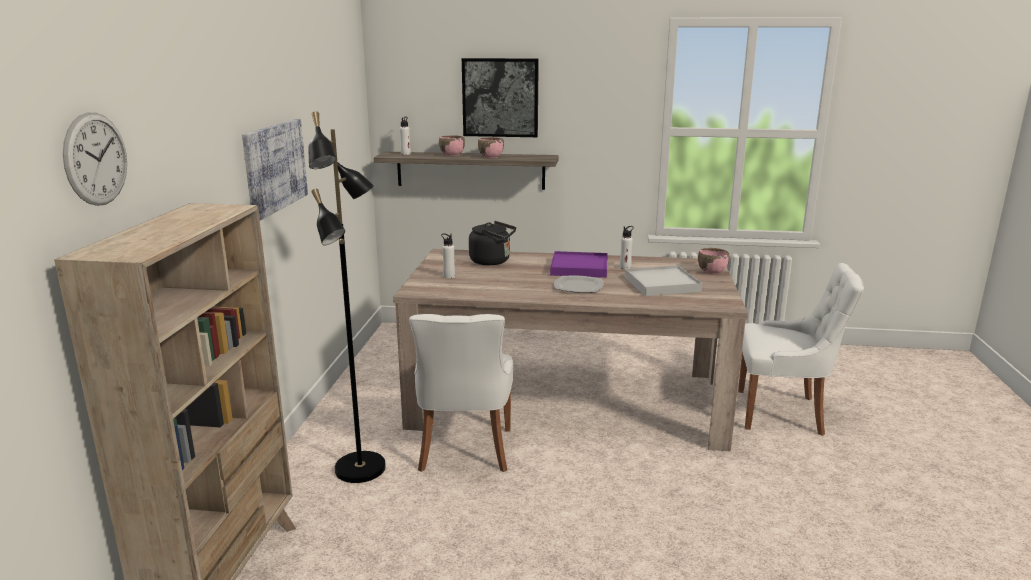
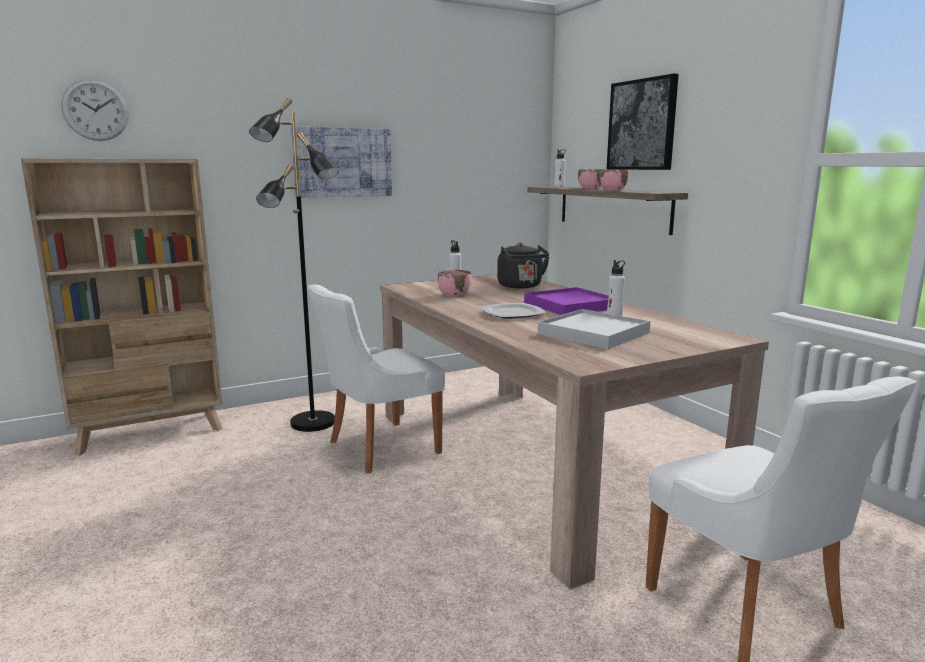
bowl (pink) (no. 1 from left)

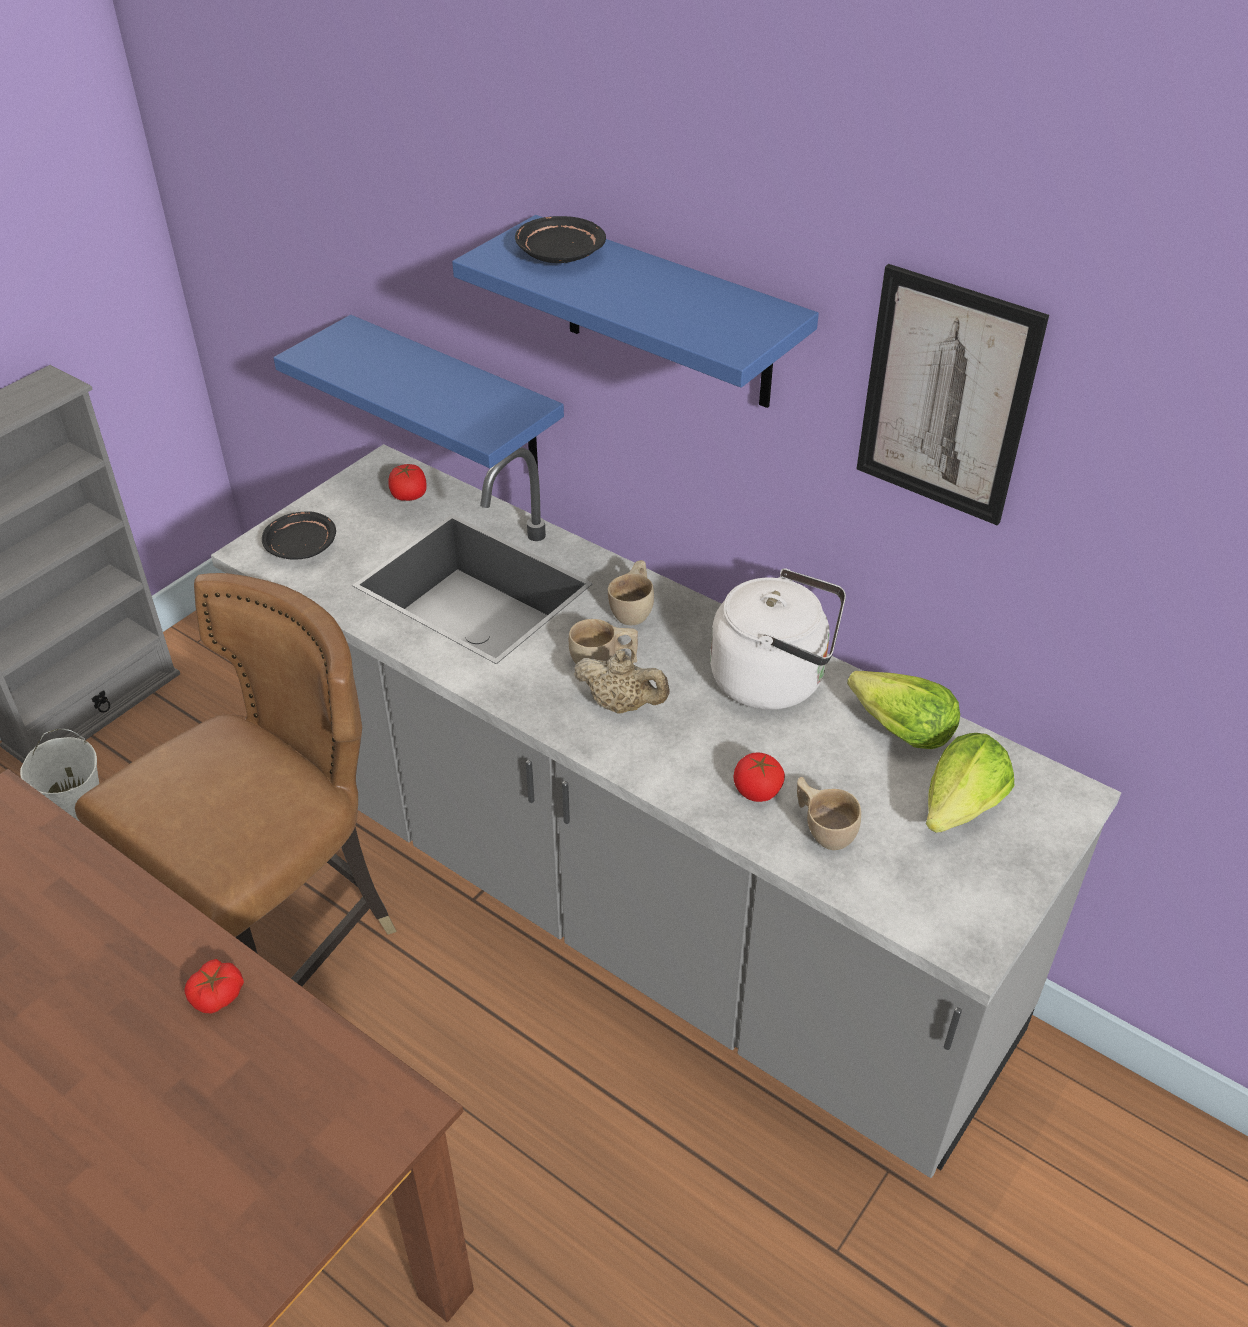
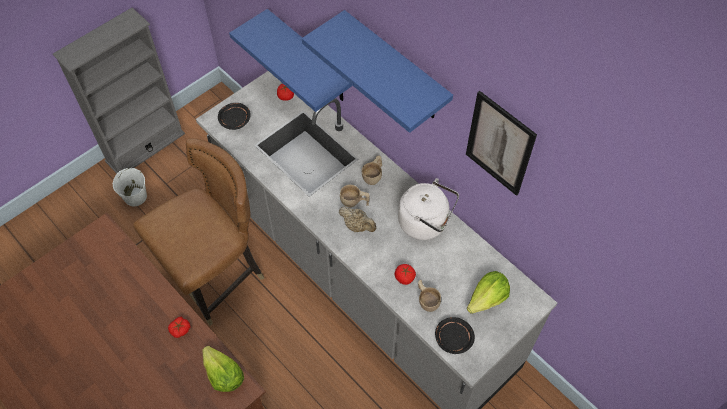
plate (black) (no. 2 from left)
lettuce (no. 1 from left)

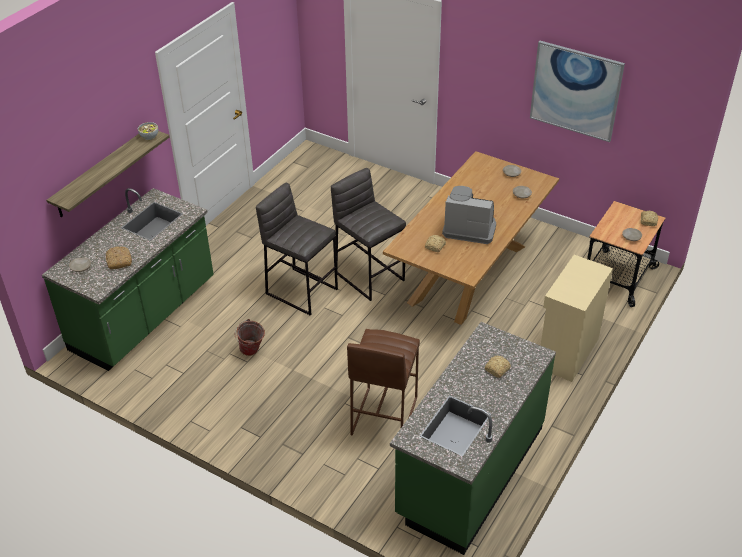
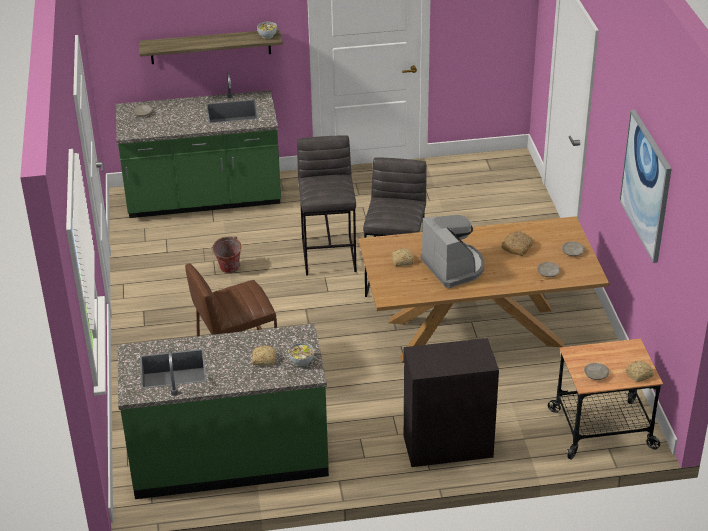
bread (no. 3 from left)
cabinet (black)
bowl (no. 2 from left)

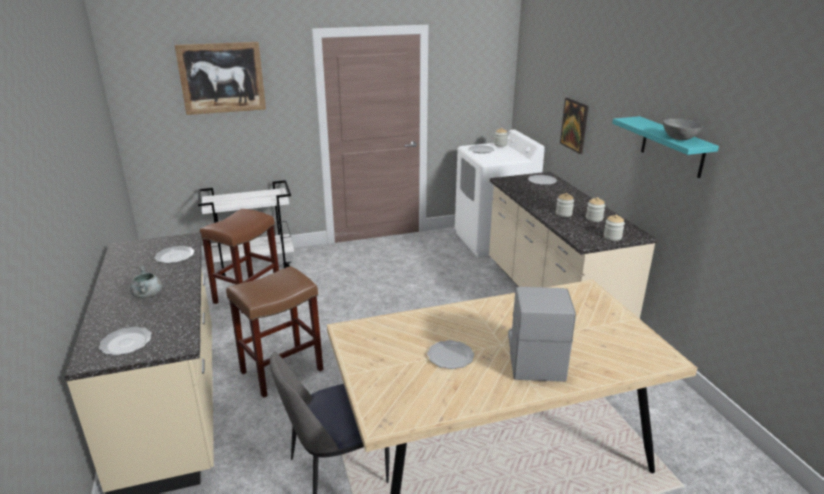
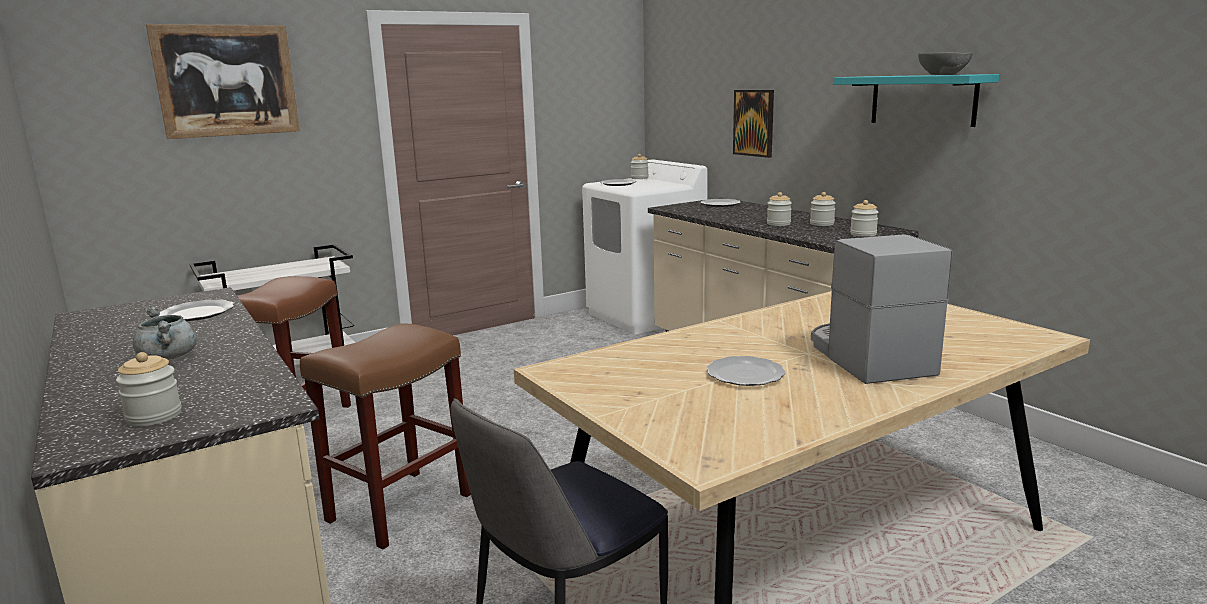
jar (no. 1 from left)

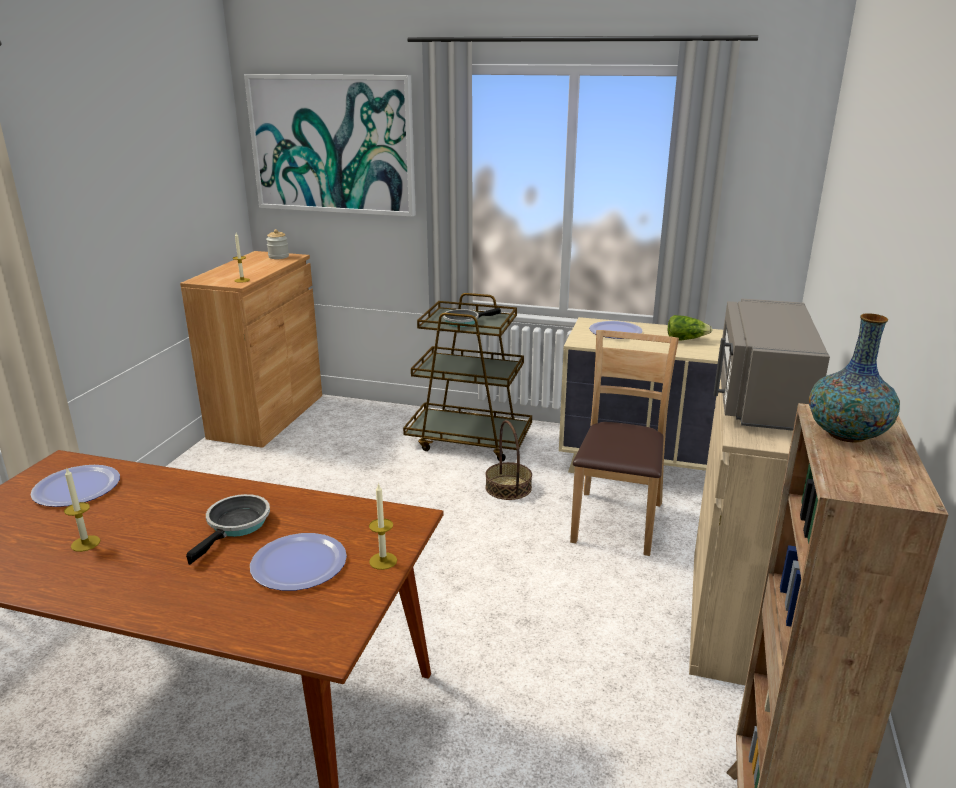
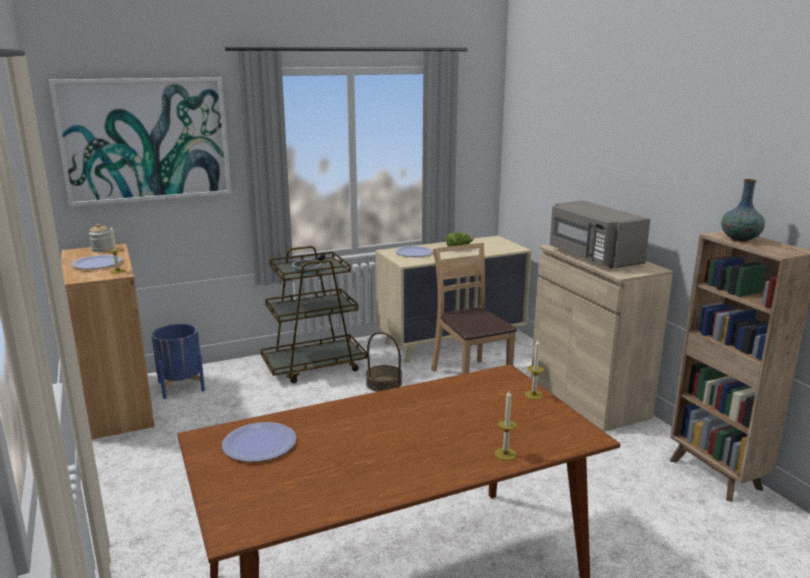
candle (no. 2 from left)
frying pan (no. 1 from left in the first image)
plate (no. 1 from left)
planter (blue)

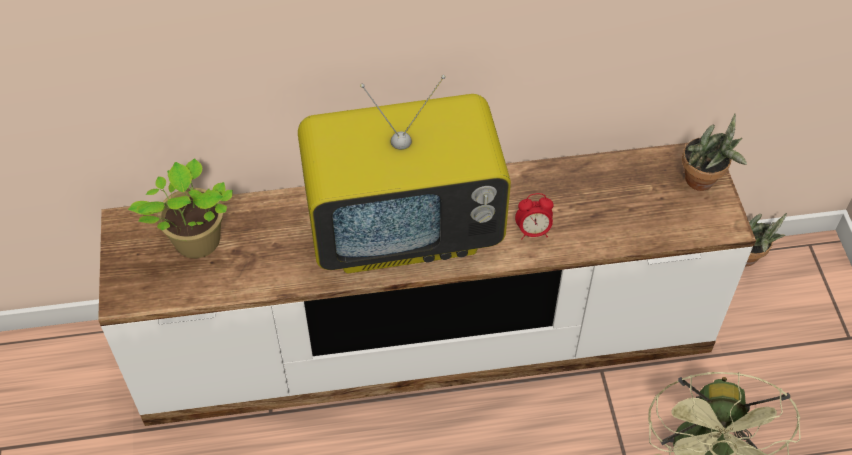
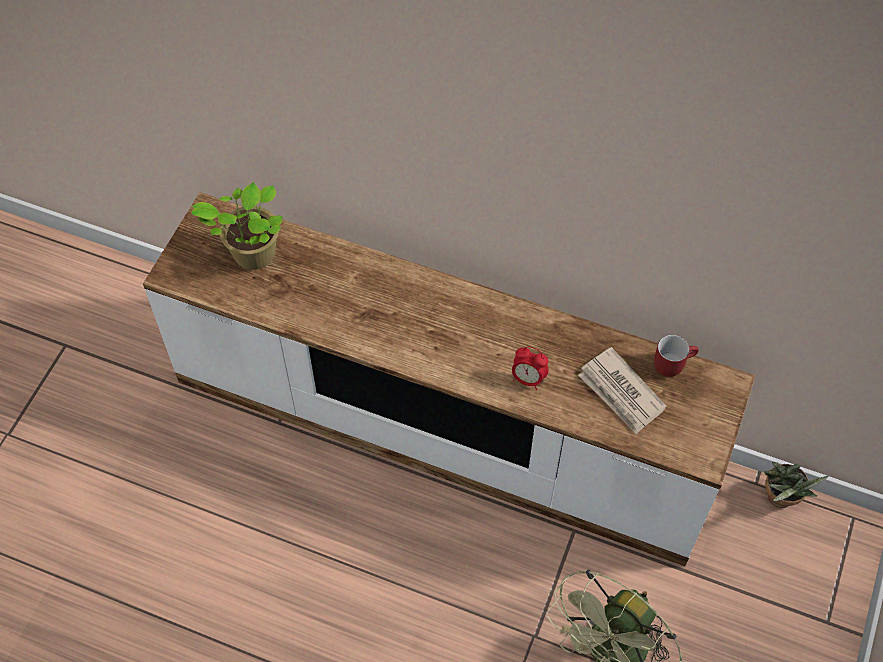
television
potted plant (no. 2 from left in the first image)
newspaper
mug (red)

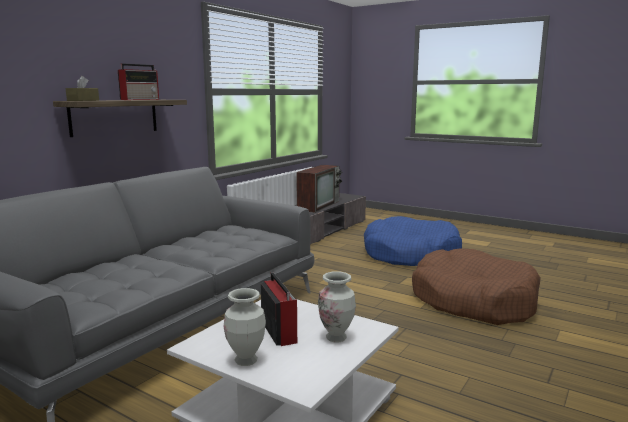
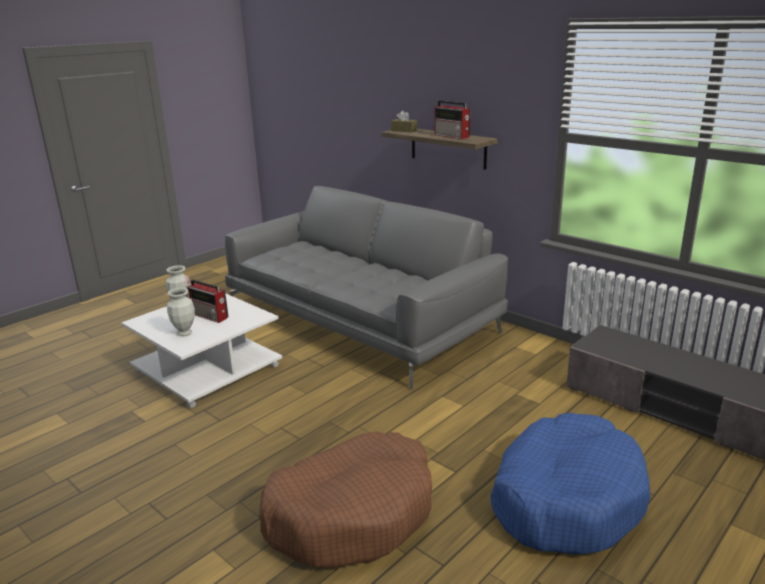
radio (no. 1 from left)
television

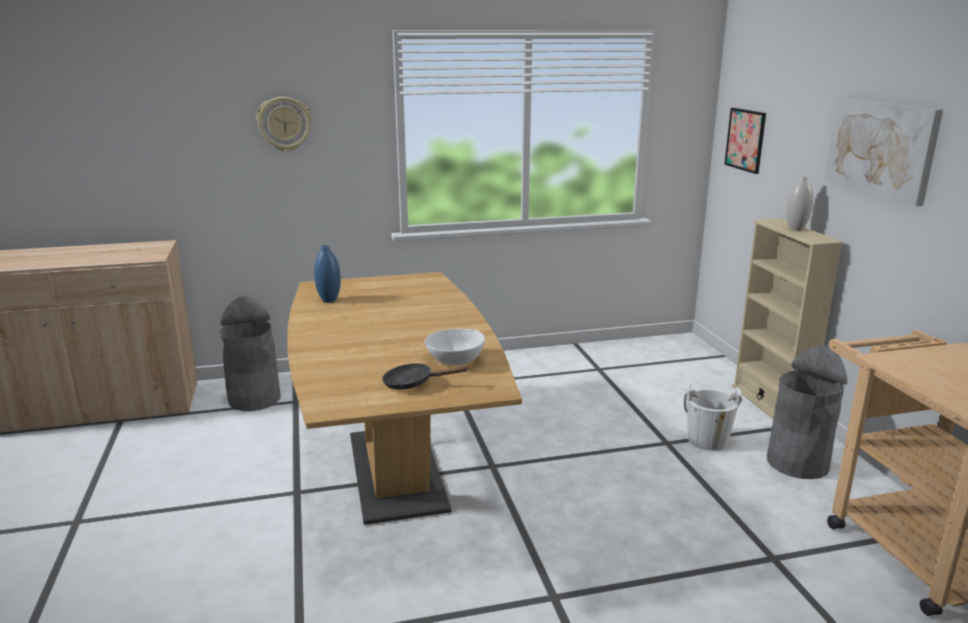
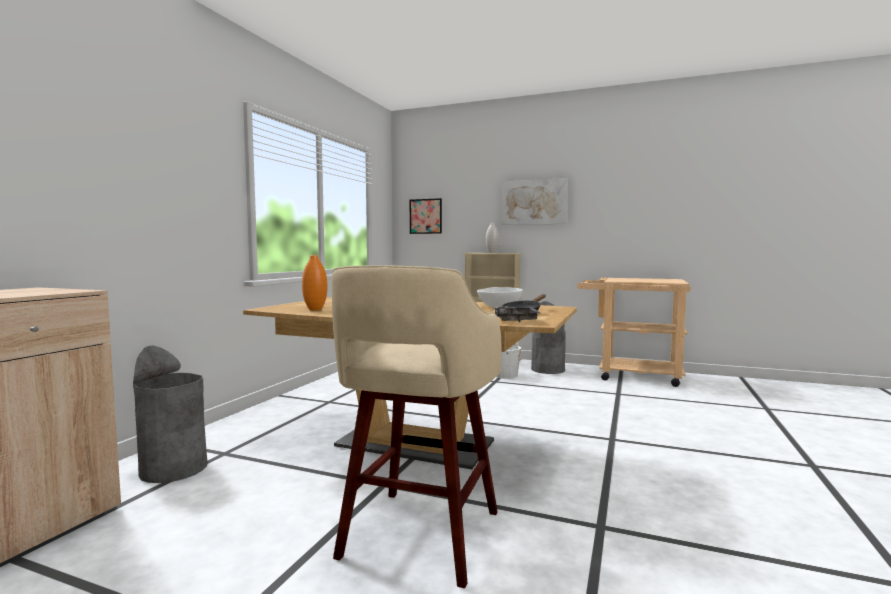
wall clock
vase (orange)
stool (beige)
tray (grey)

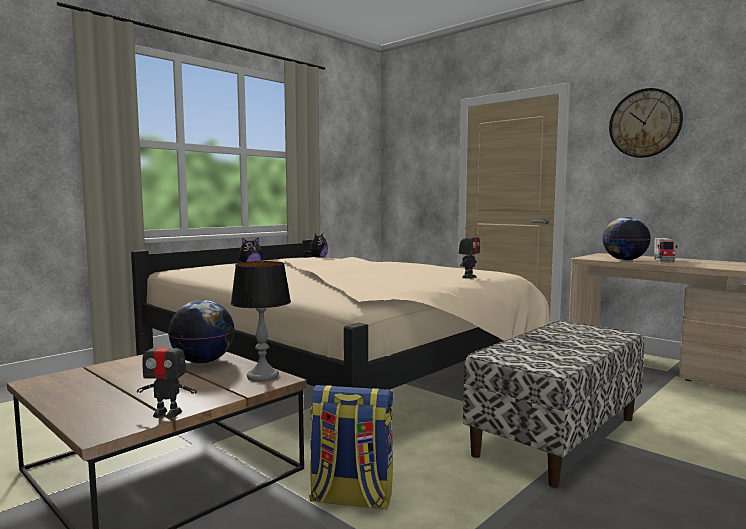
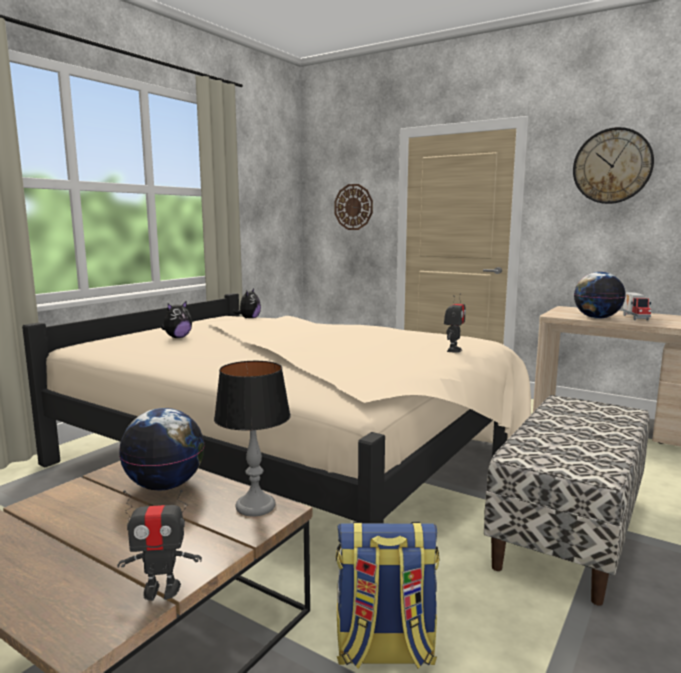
wall clock (no. 1 from left)

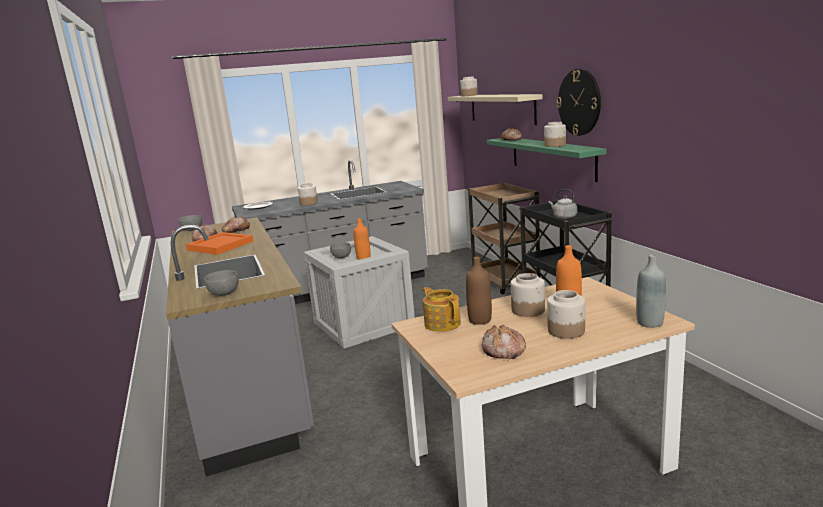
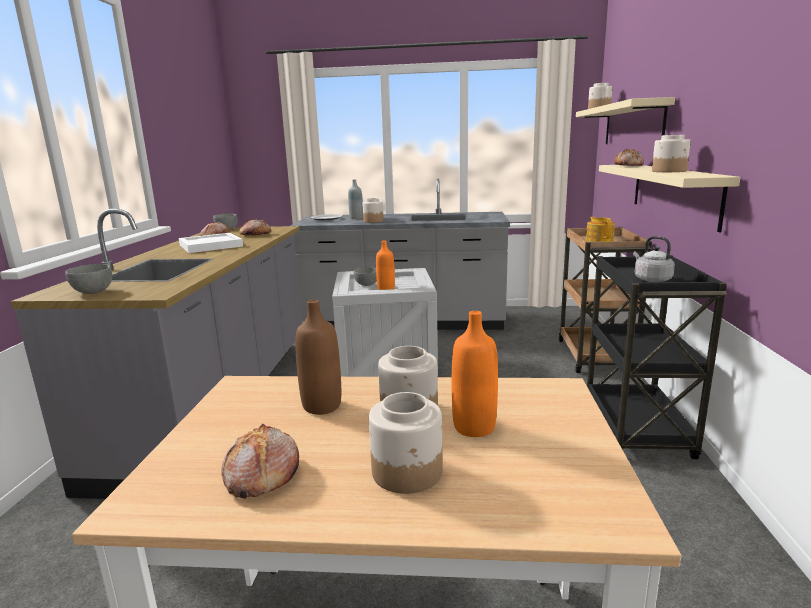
tray (white)
teapot
shelf (beige) (no. 2 from left)
wall clock
bottle (grey)

